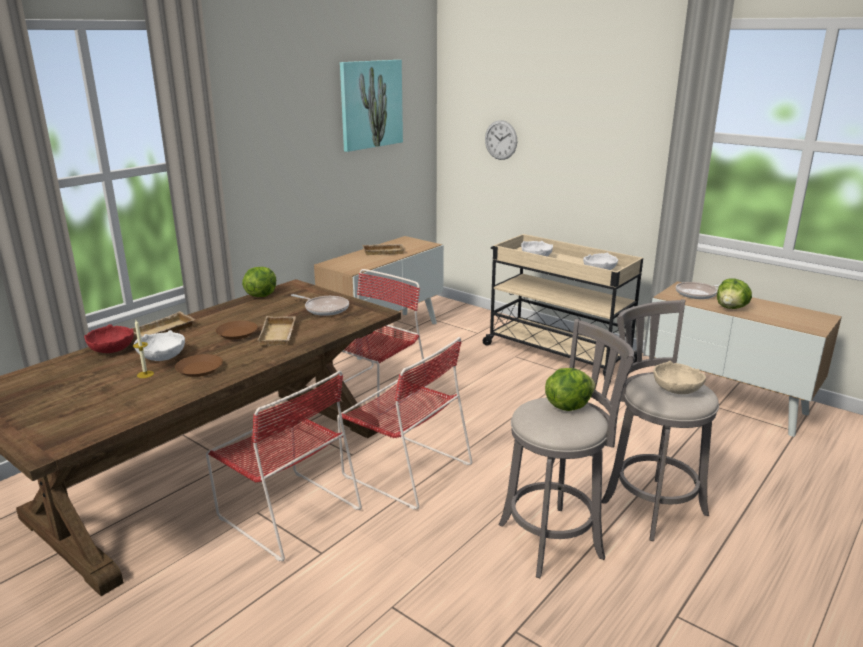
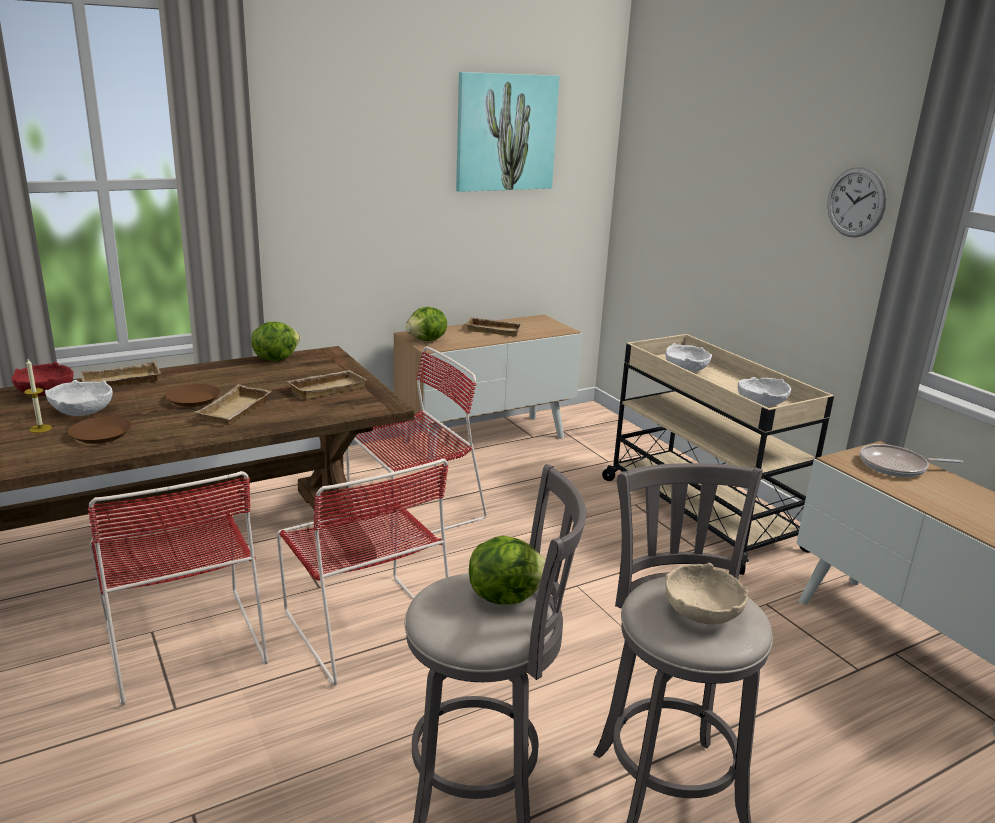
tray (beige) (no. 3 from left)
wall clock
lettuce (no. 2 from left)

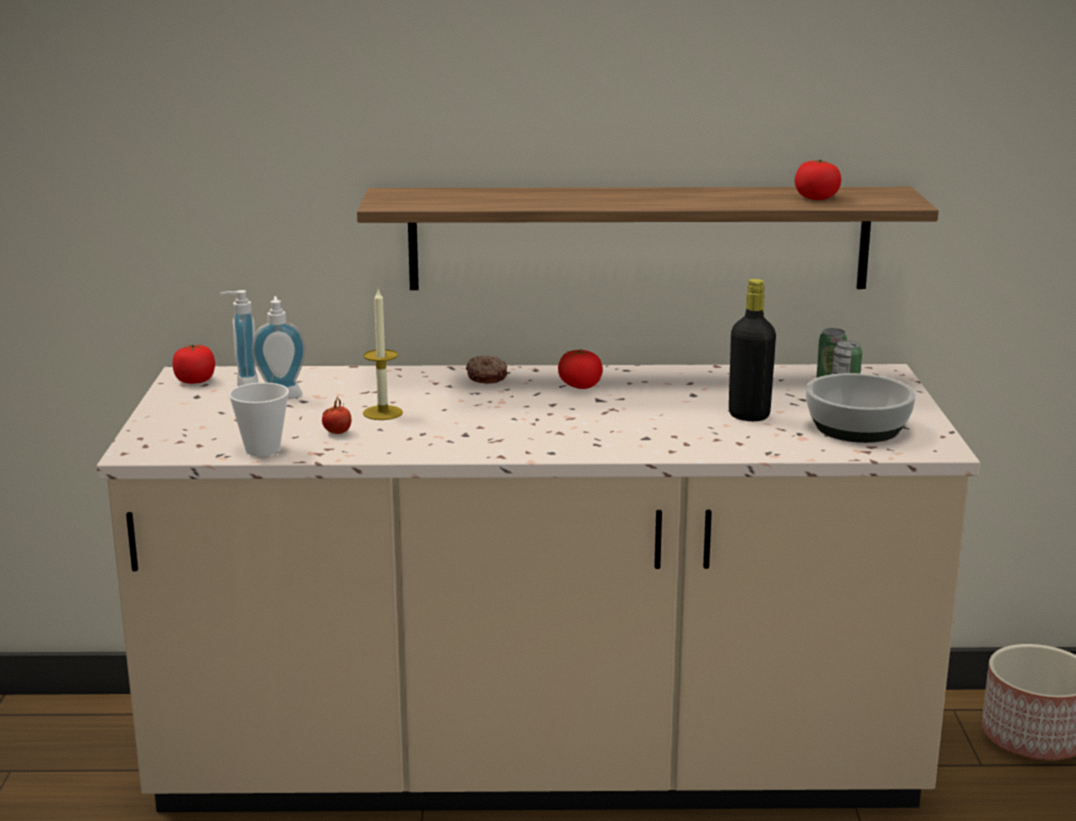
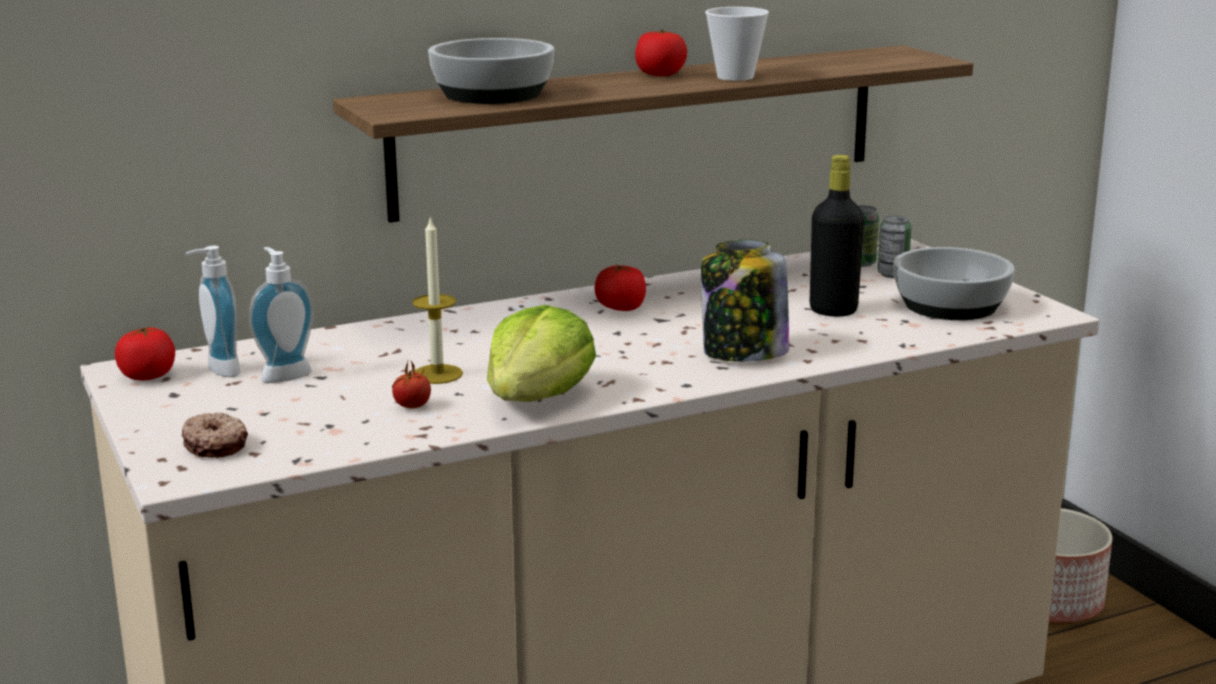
cup
donut
tomato (no. 4 from left)
bowl (no. 1 from left)
lettuce
jar

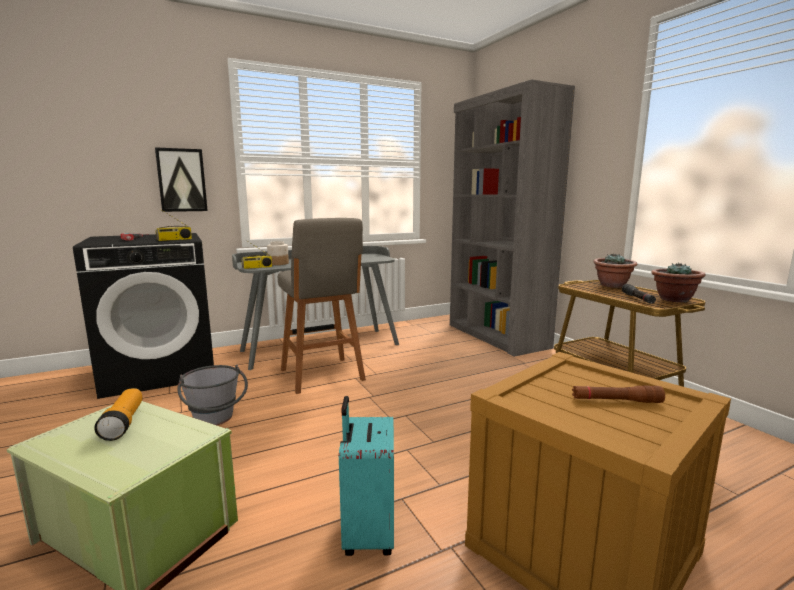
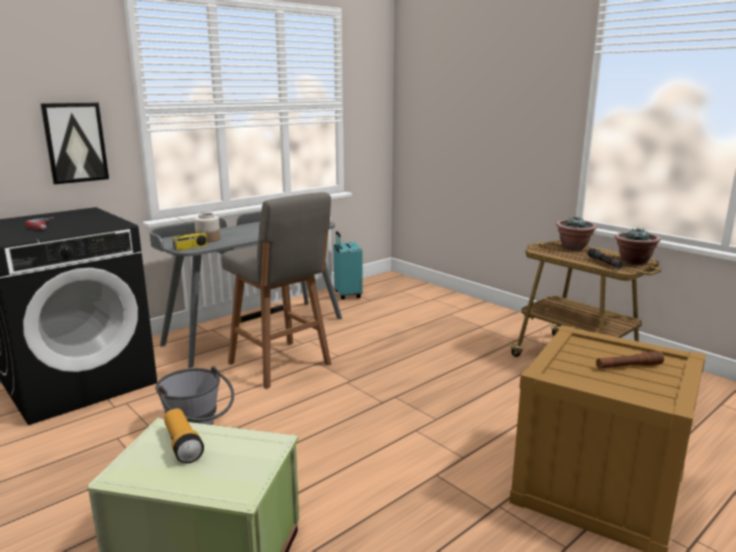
radio (no. 1 from left in the first image)
suitcase (turquoise)
bookcase (grey)

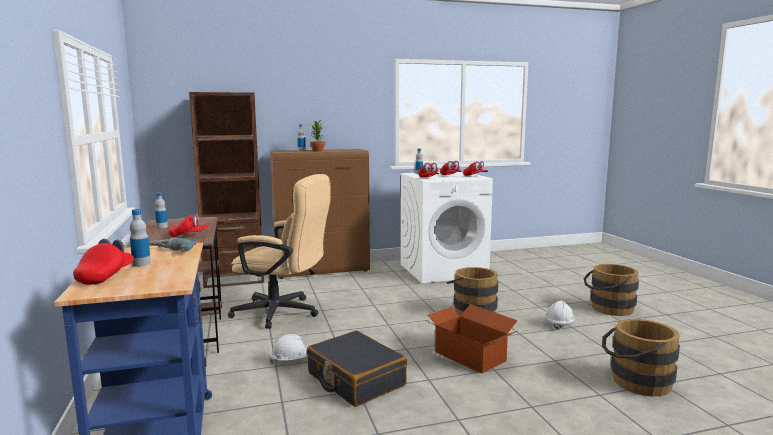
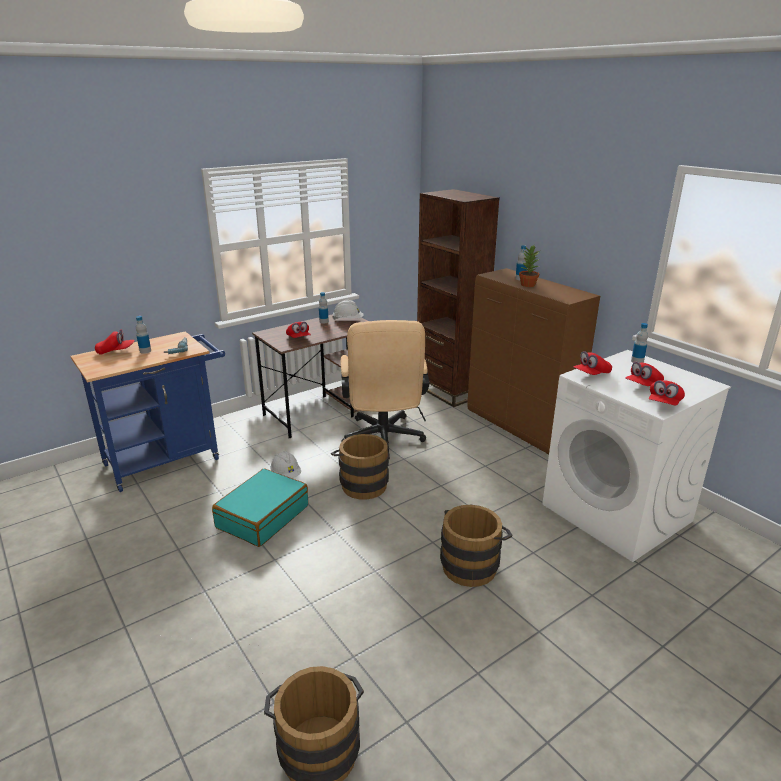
suitcase (turquoise)
cardboard box
hard hat (white) (no. 2 from left)
bucket (brown) (no. 2 from left)

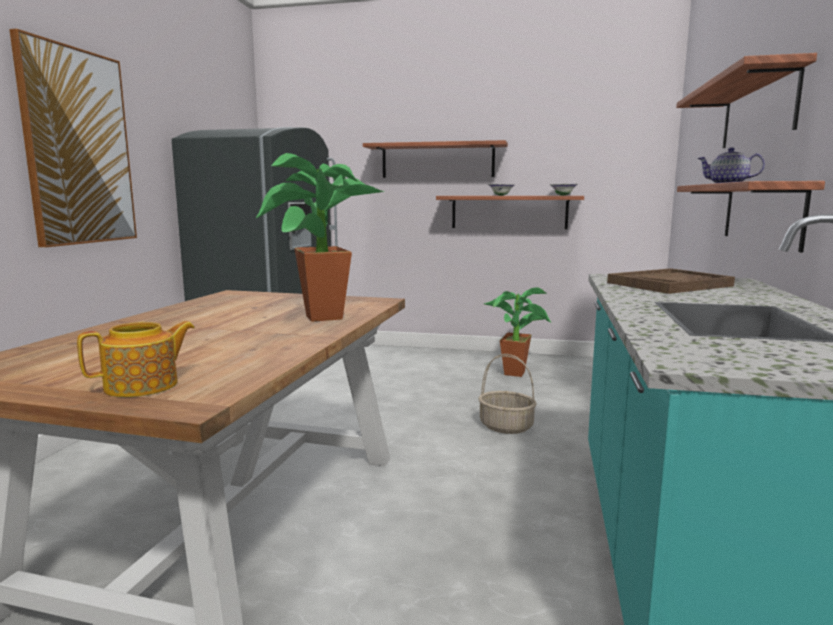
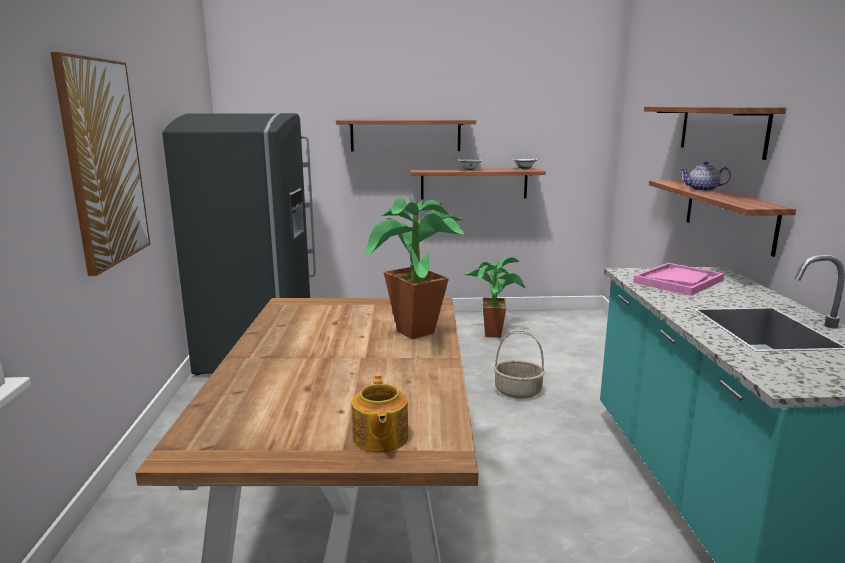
teapot (no. 1 from left)
tray (pink)

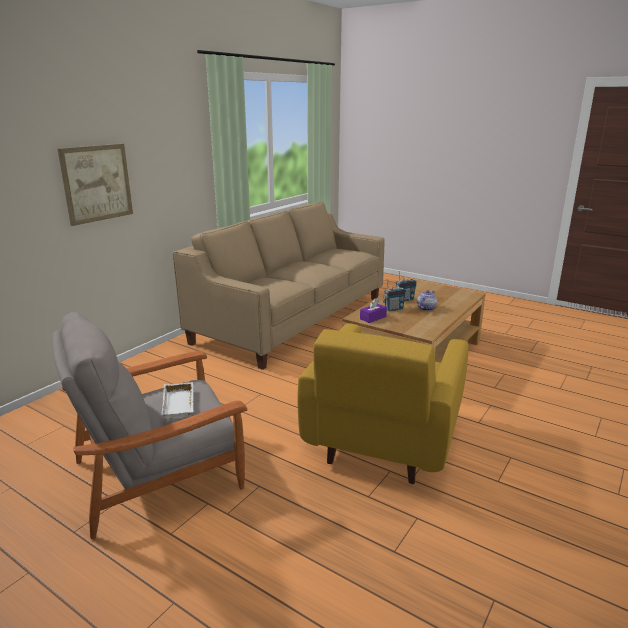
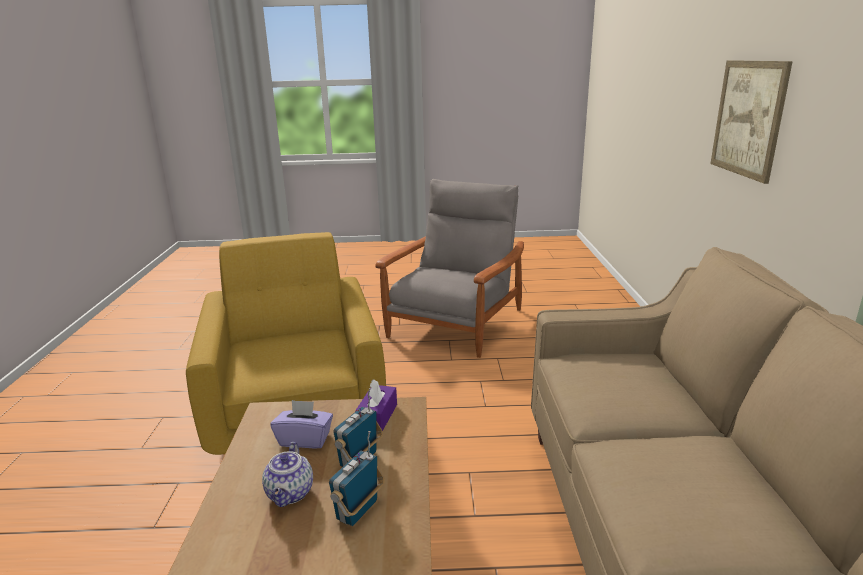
tray (white)
tissue box (purple) (no. 1 from left)

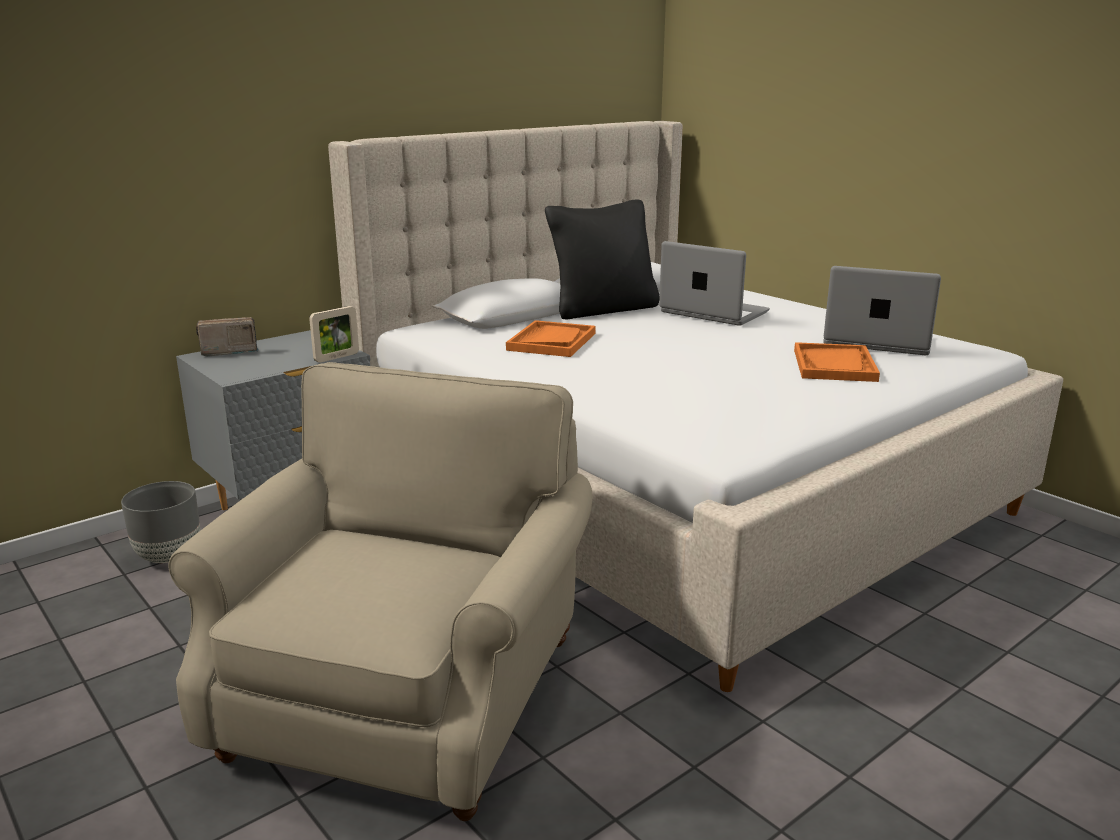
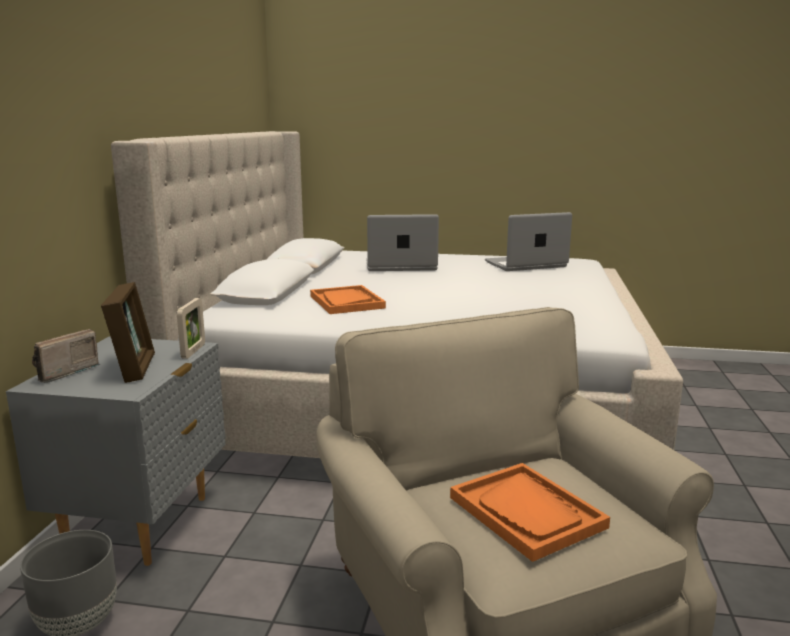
pillow (black)
tray (orange) (no. 2 from left)
picture frame (no. 1 from left)

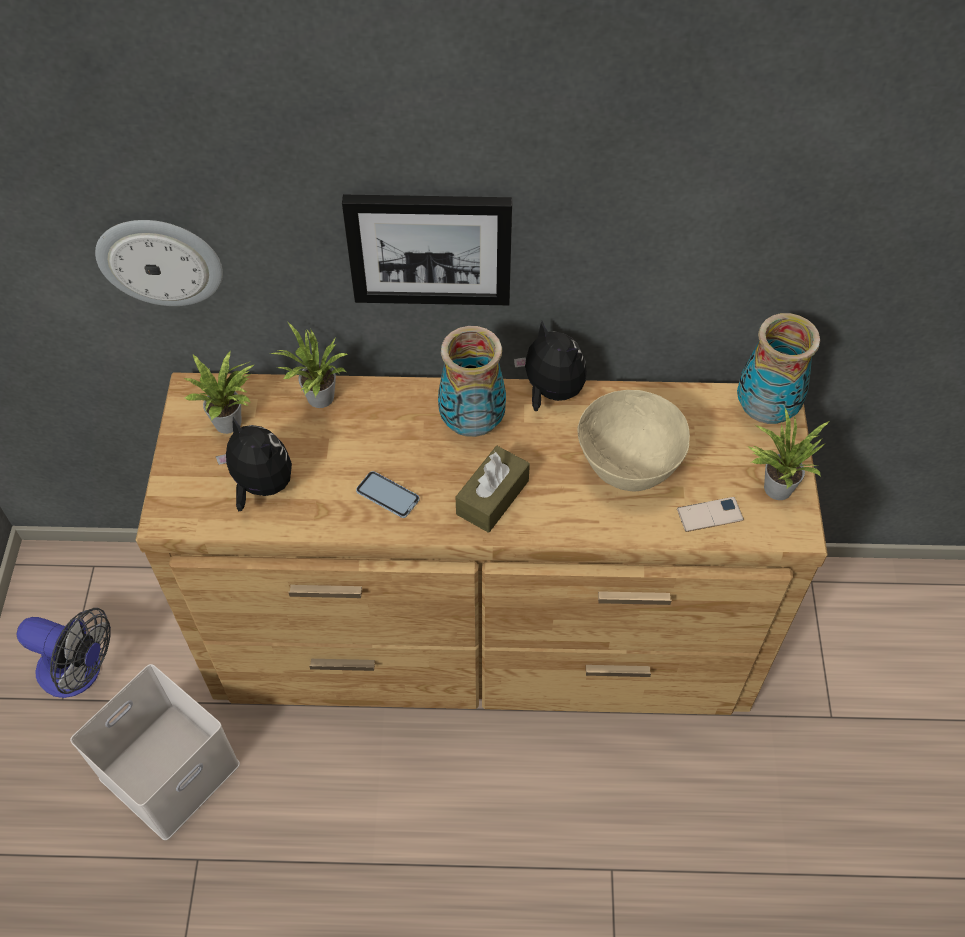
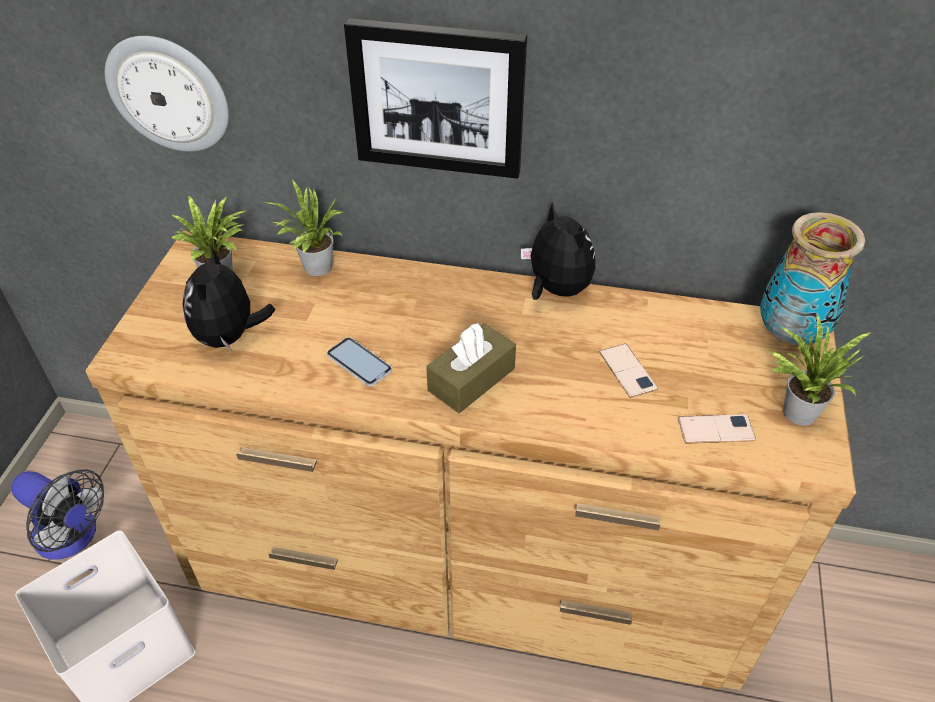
plush toy (no. 1 from left)
vase (no. 1 from left in the first image)
phone (no. 2 from left)

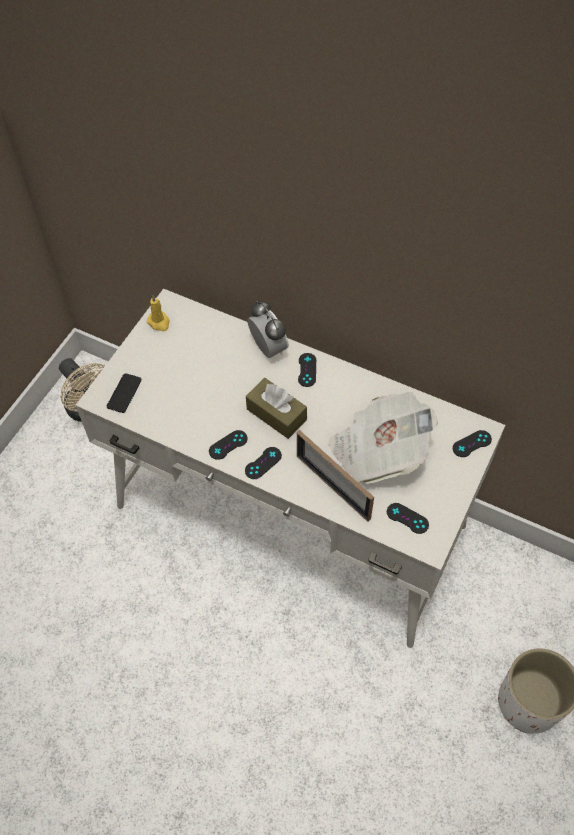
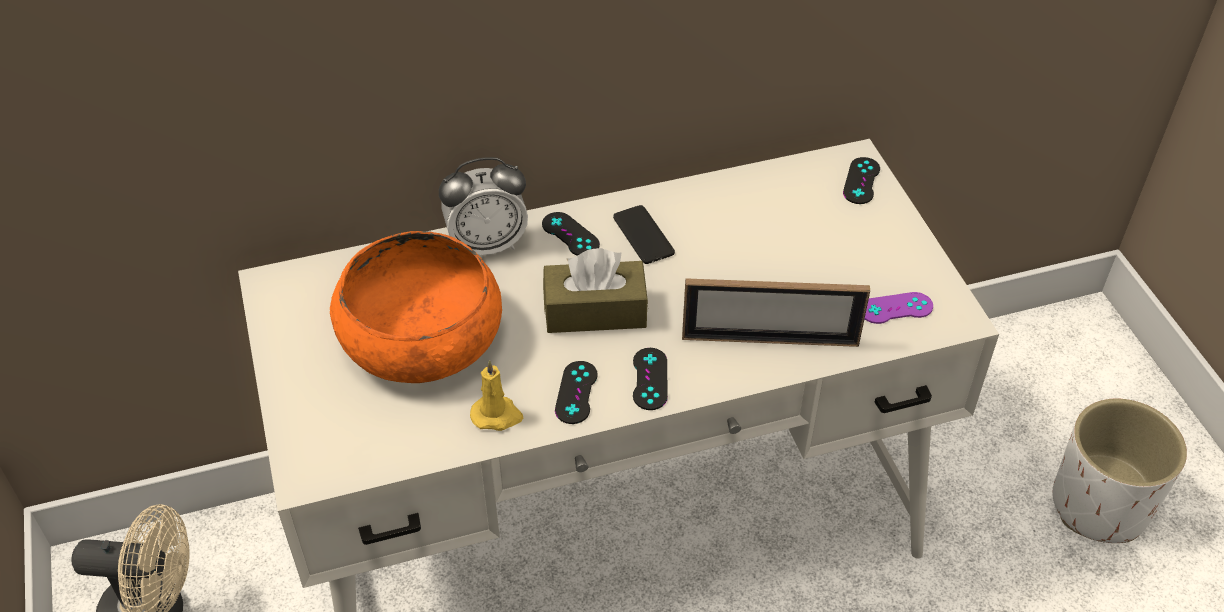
phone
candle (yellow)
alarm clock
newspaper
game controller (purple)
bowl (orange)

